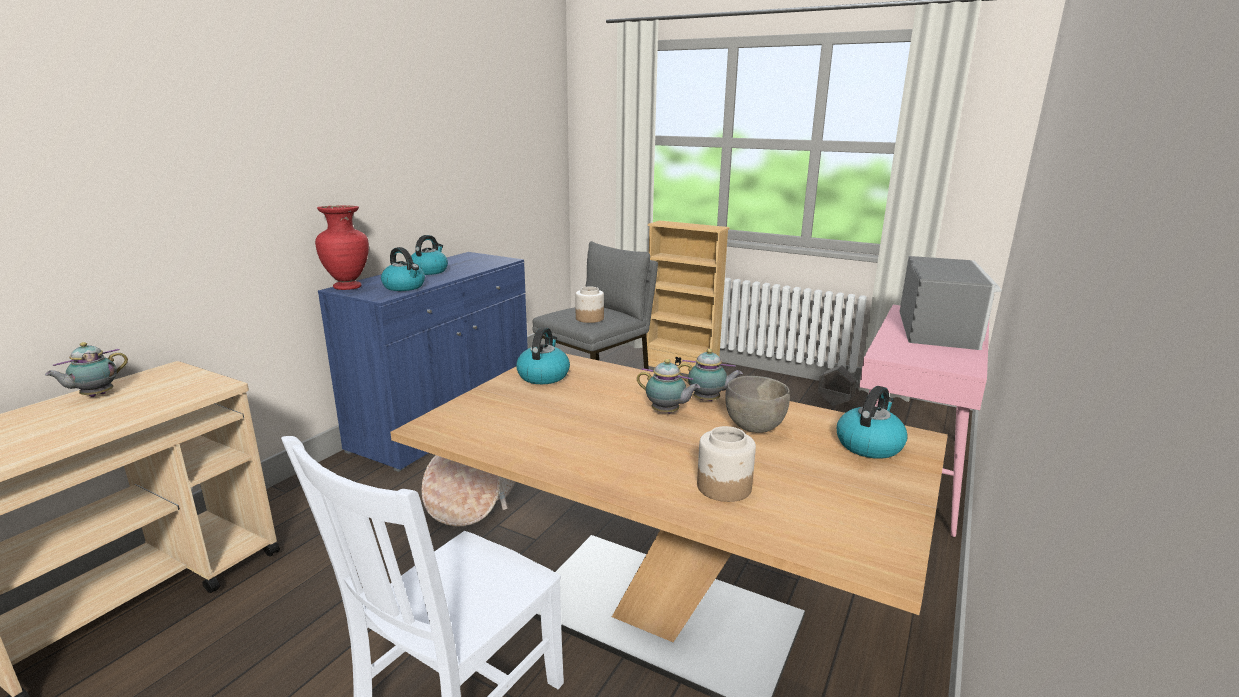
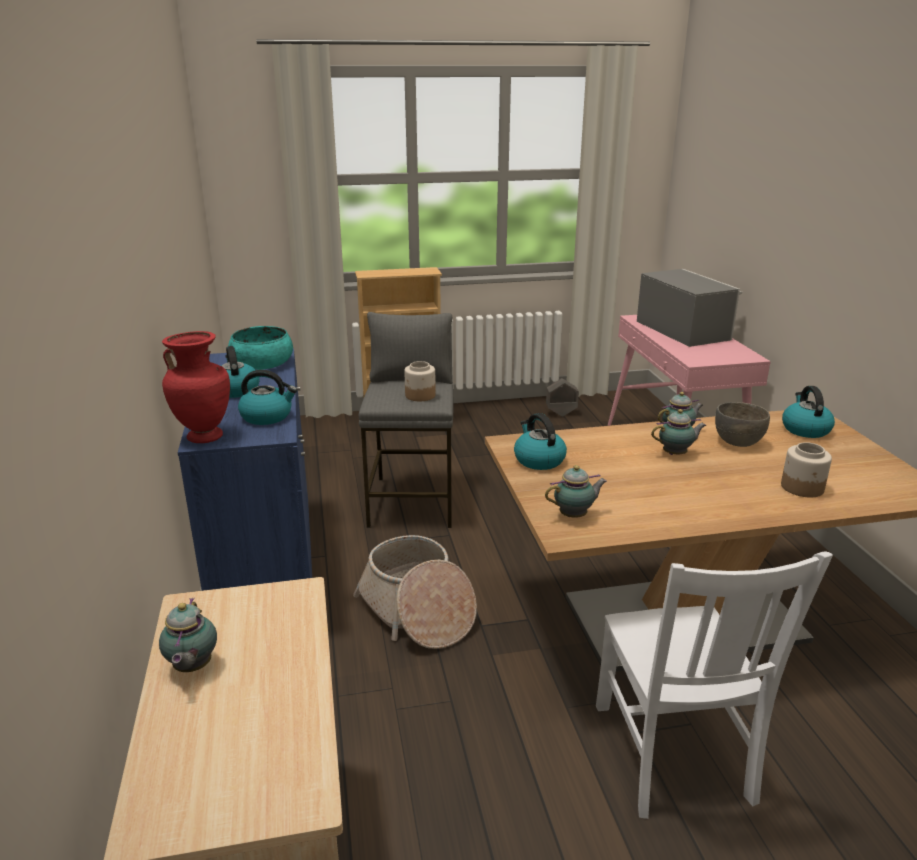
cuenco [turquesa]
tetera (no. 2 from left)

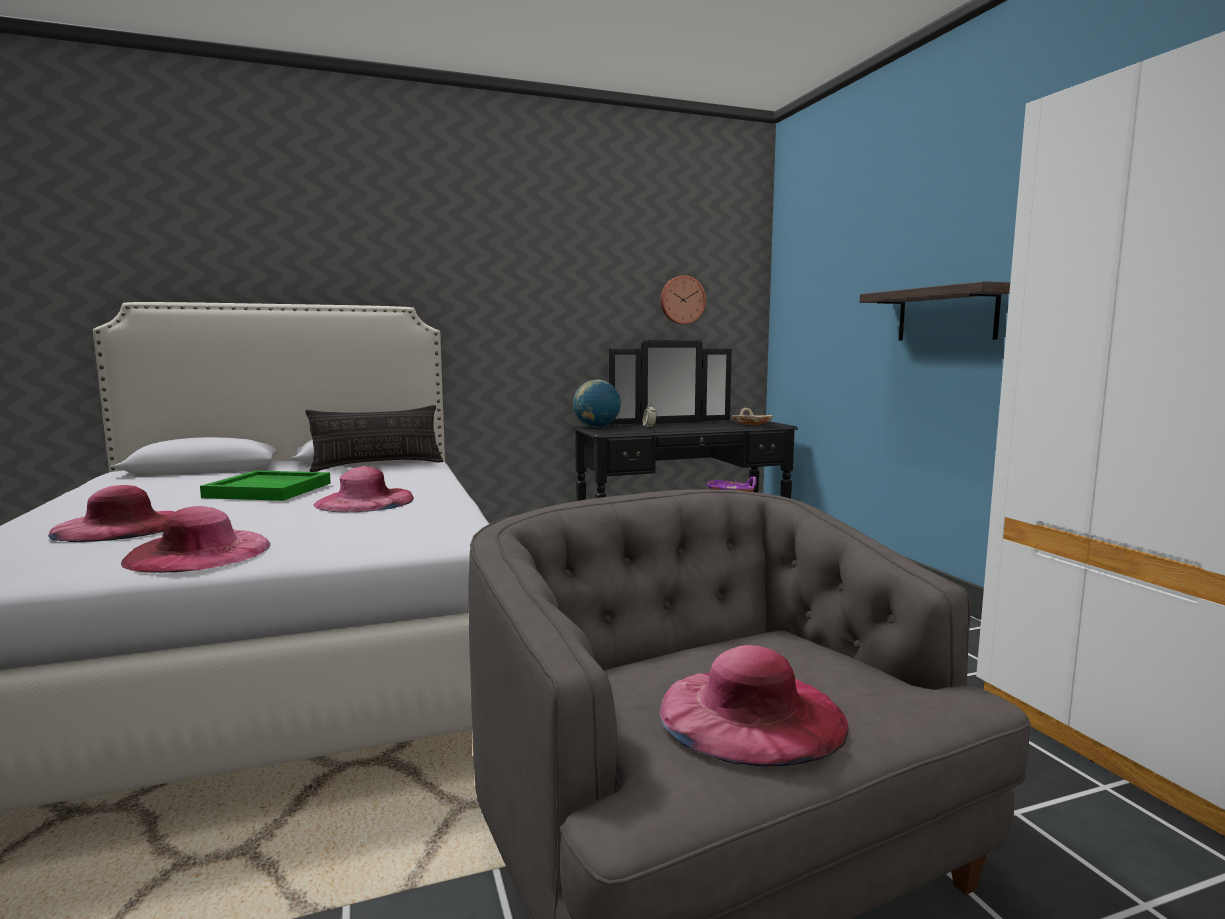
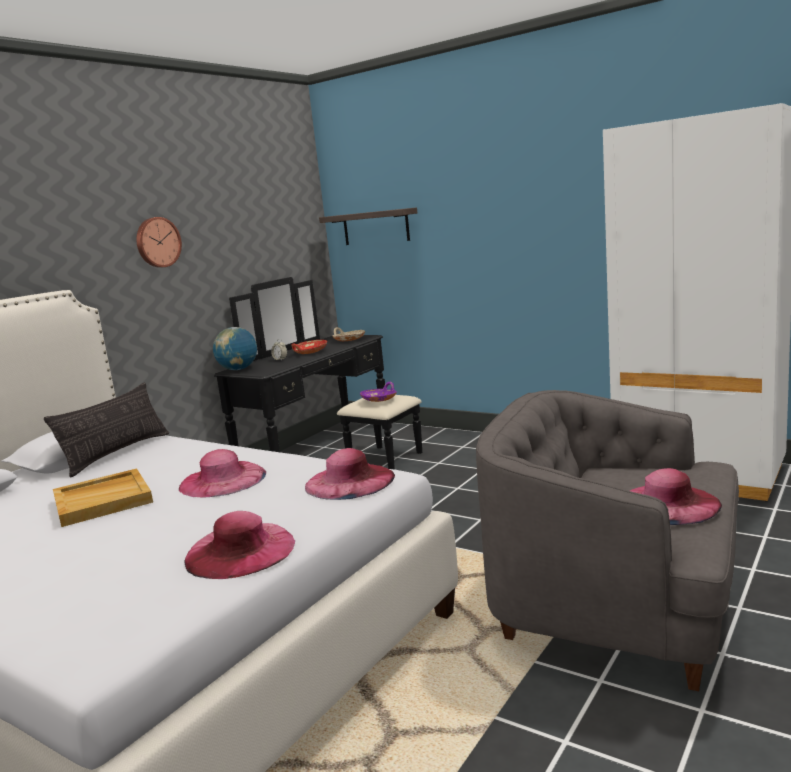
bandeja [beis]
reloj de pared
cuenco [rojo]
sombrero [rosa] (no. 3 from left)
estante

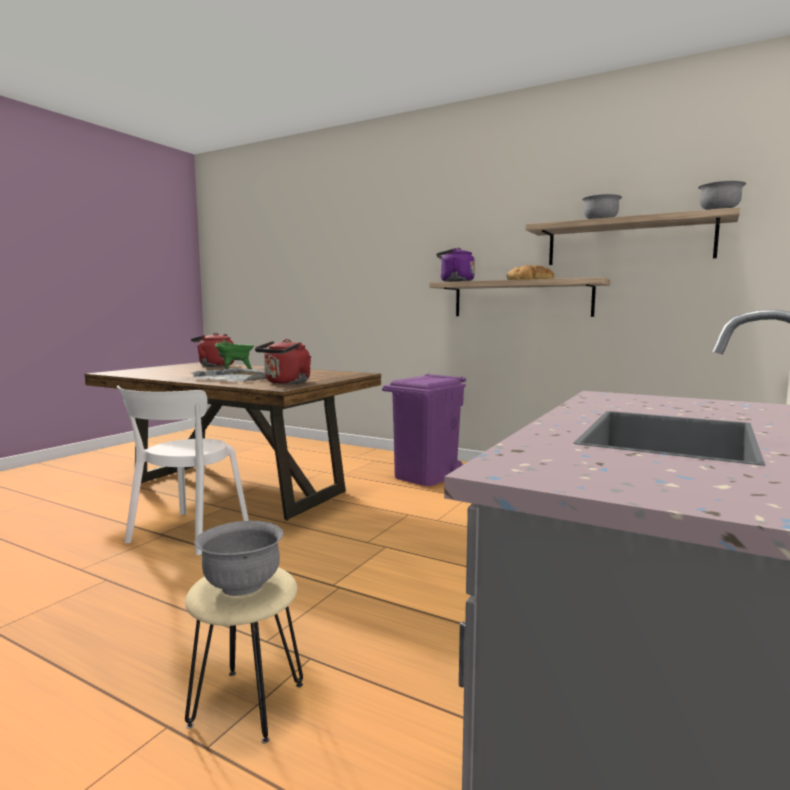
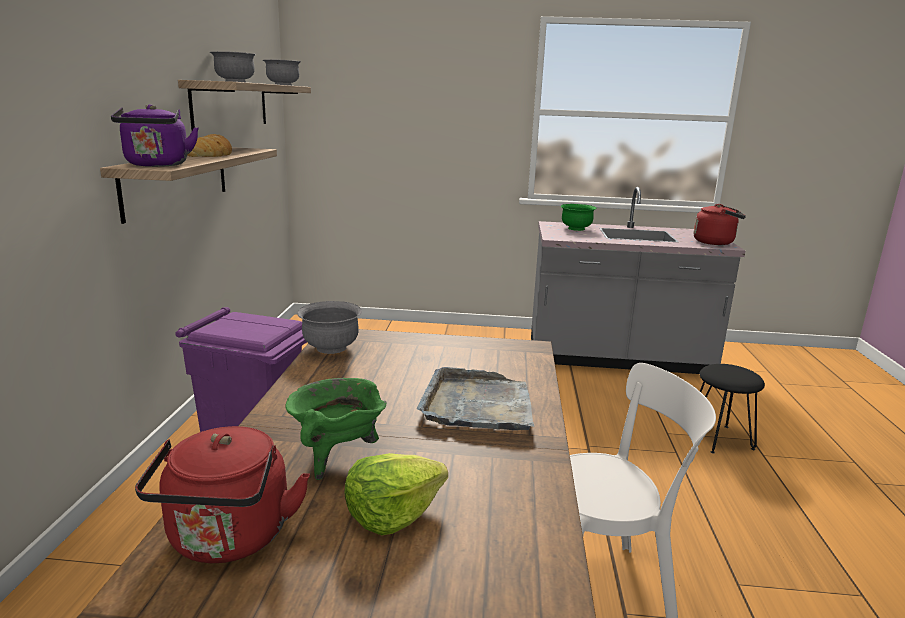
cuenco [gris] (no. 3 from left)
lechuga
cuenco [verde]
hervidor [rojo] (no. 2 from left)
taburete [negro]

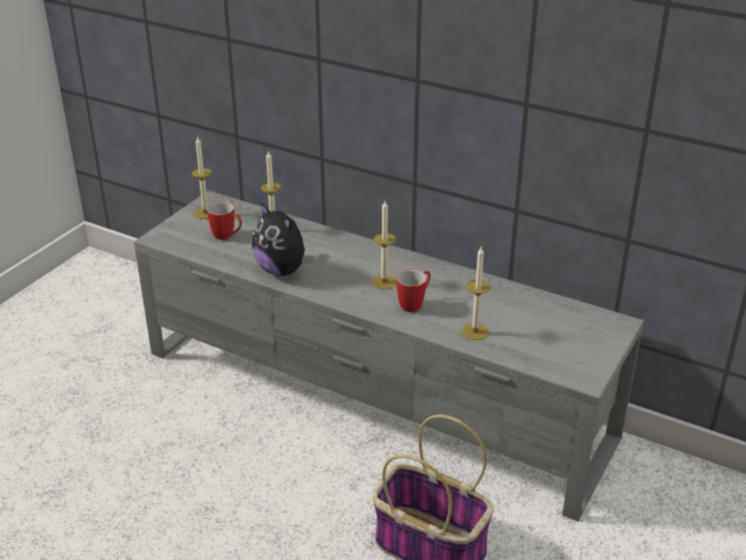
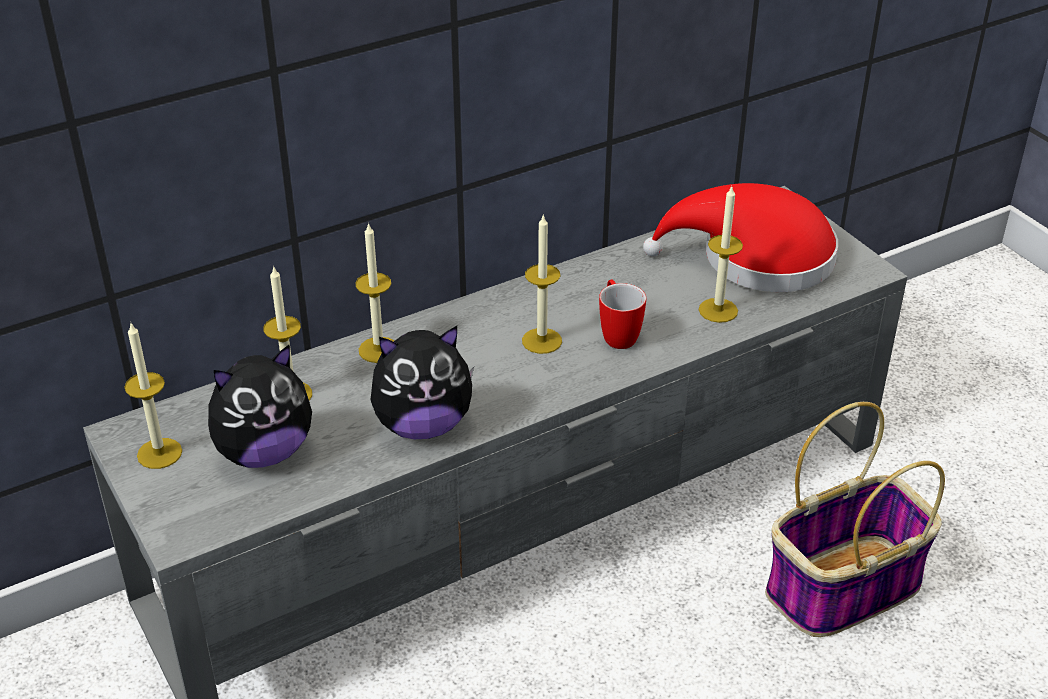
peluche (no. 1 from left)
vela (no. 3 from left)
sombrero [rojo]

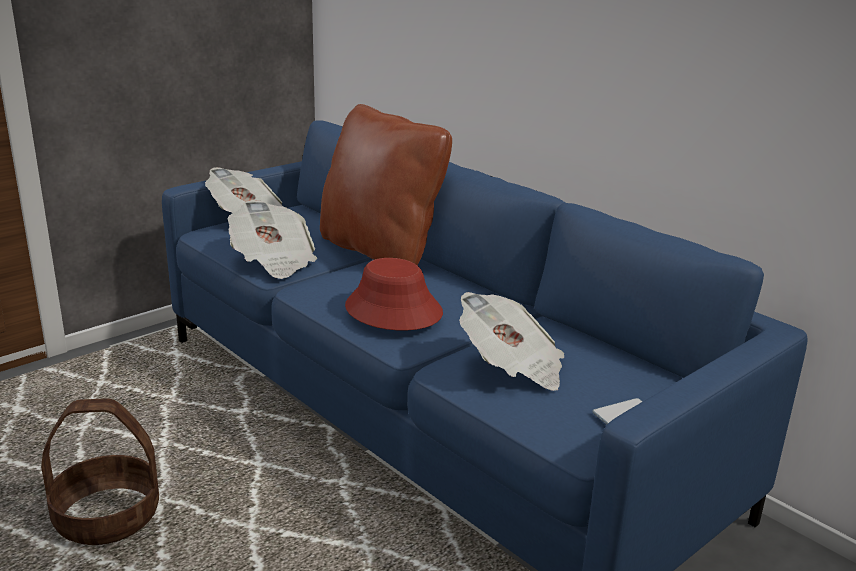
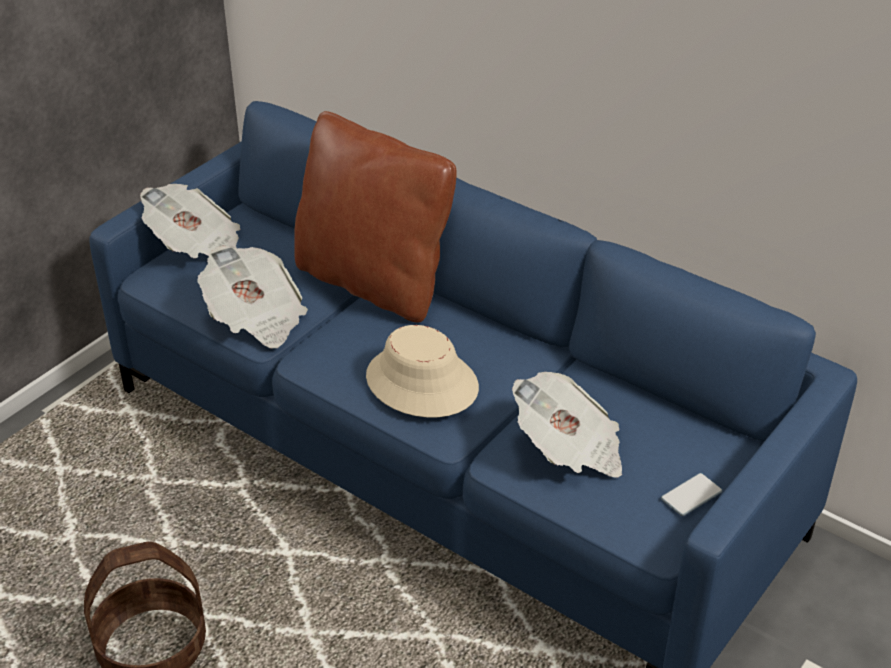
sombrero [beis]

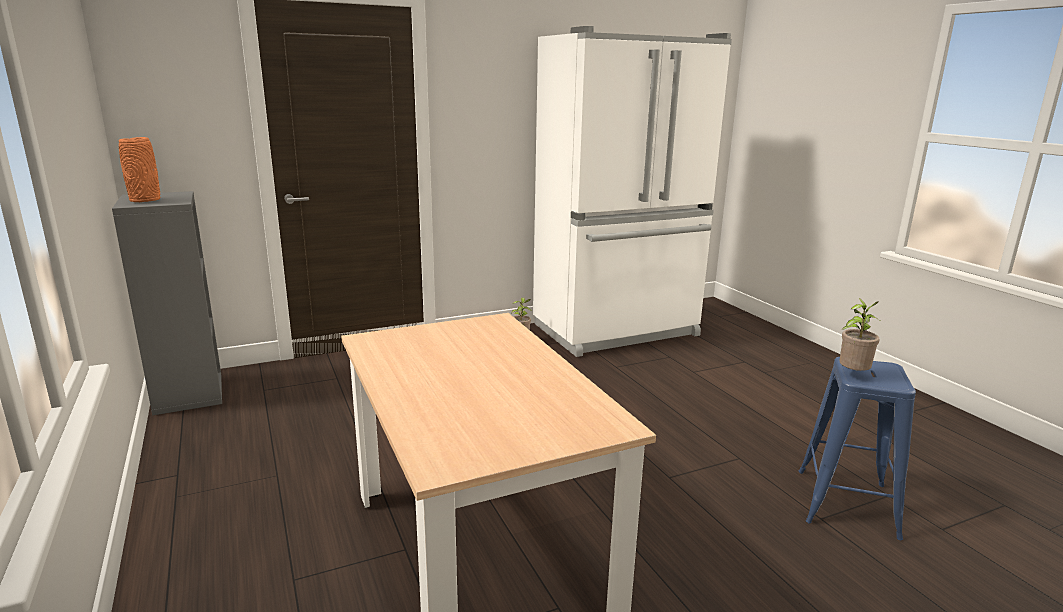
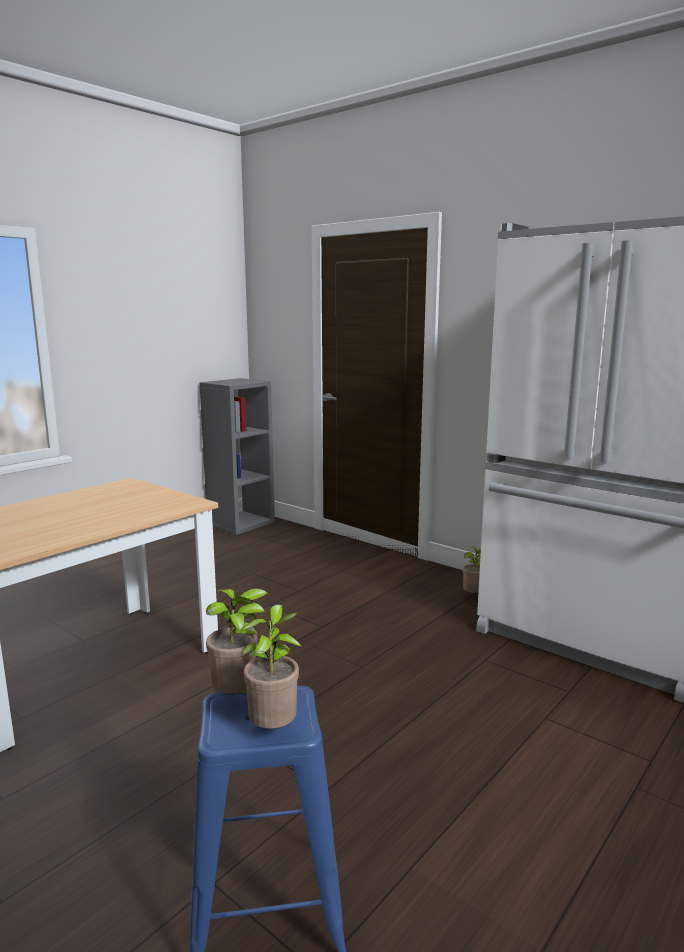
planta en maceta (no. 2 from left)
florero [naranja]

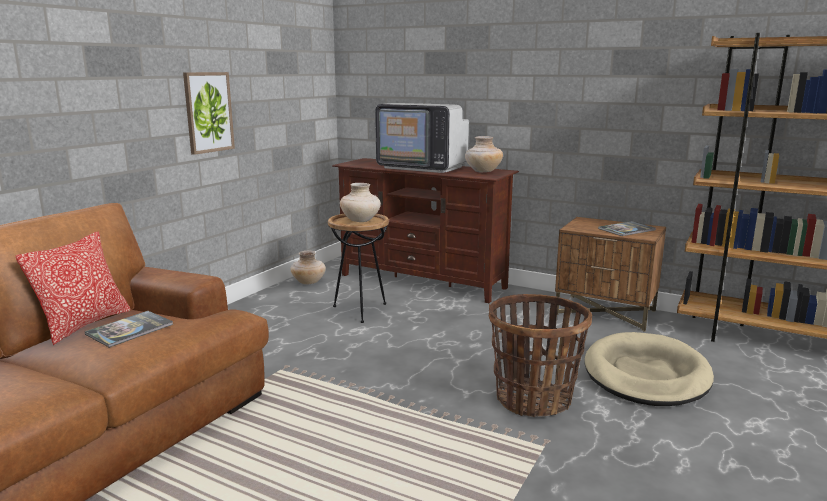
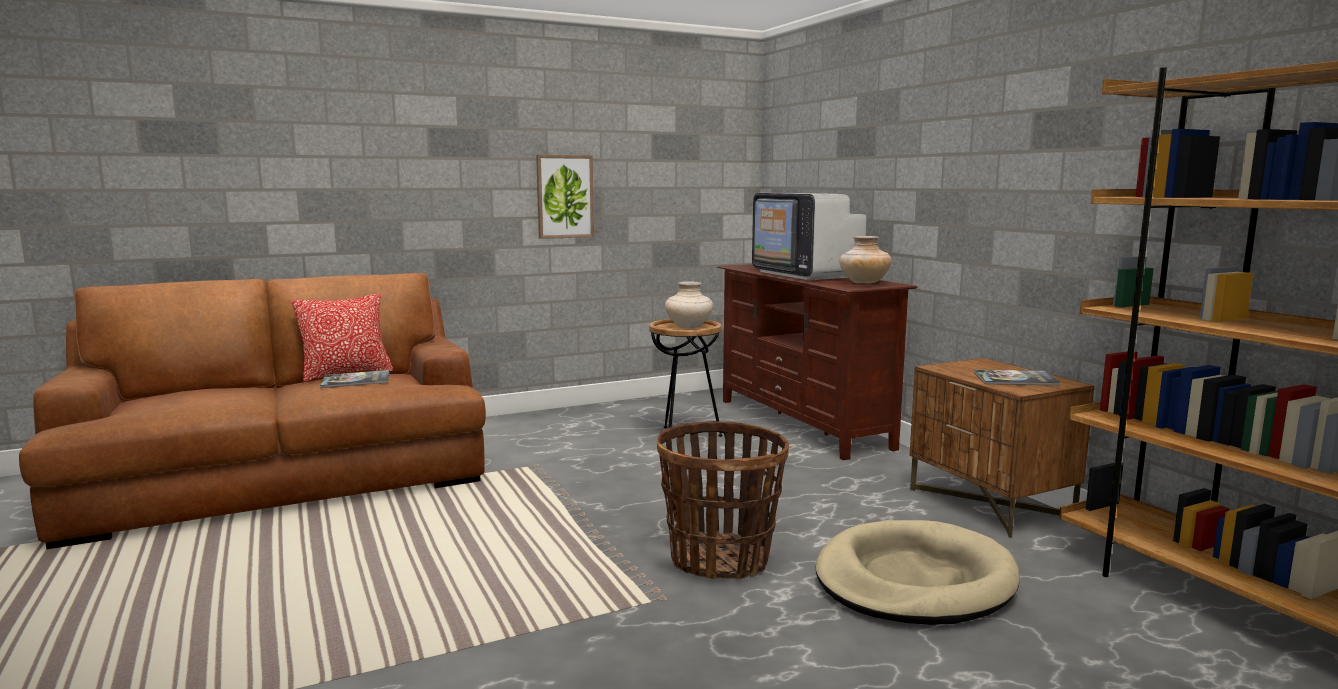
florero [beis] (no. 1 from left in the first image)

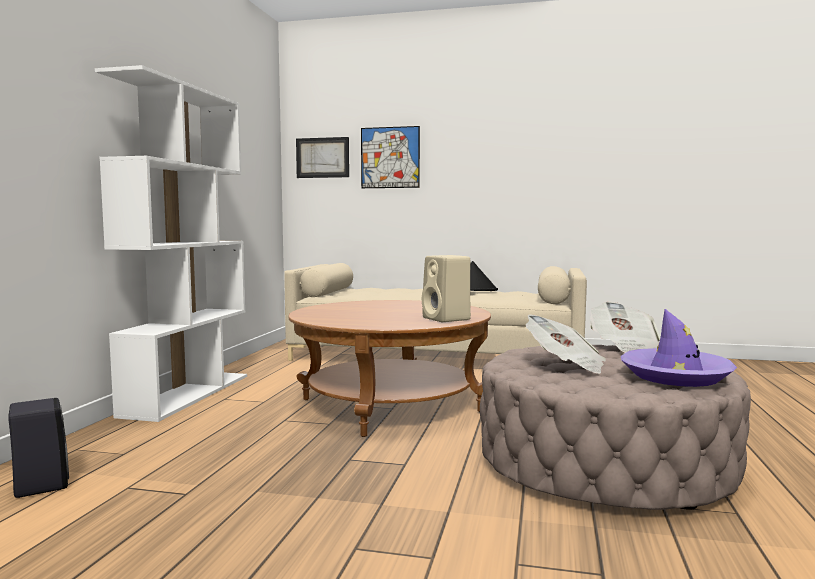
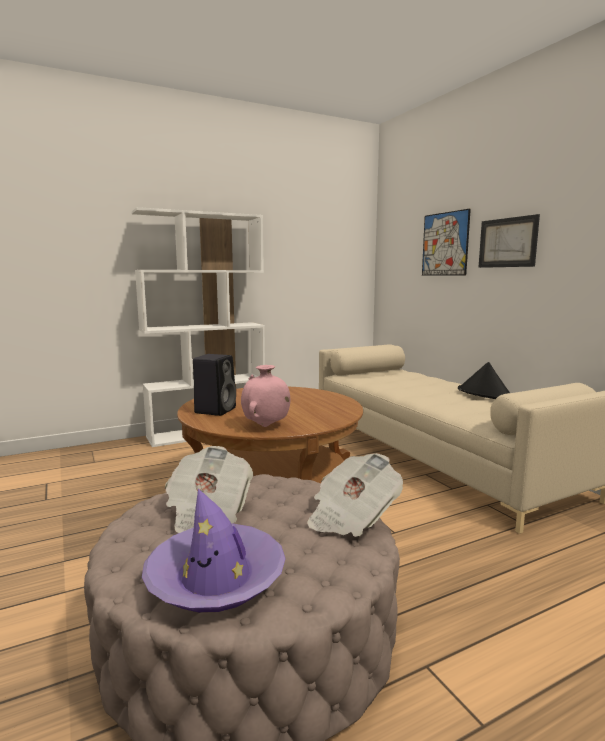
altavoz [negro]
florero [rosa]
cuadro (no. 2 from left)

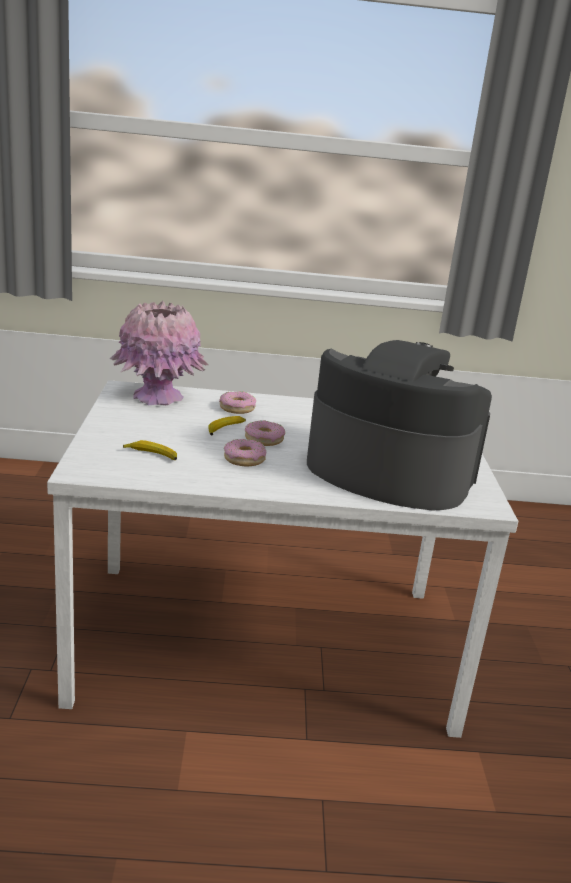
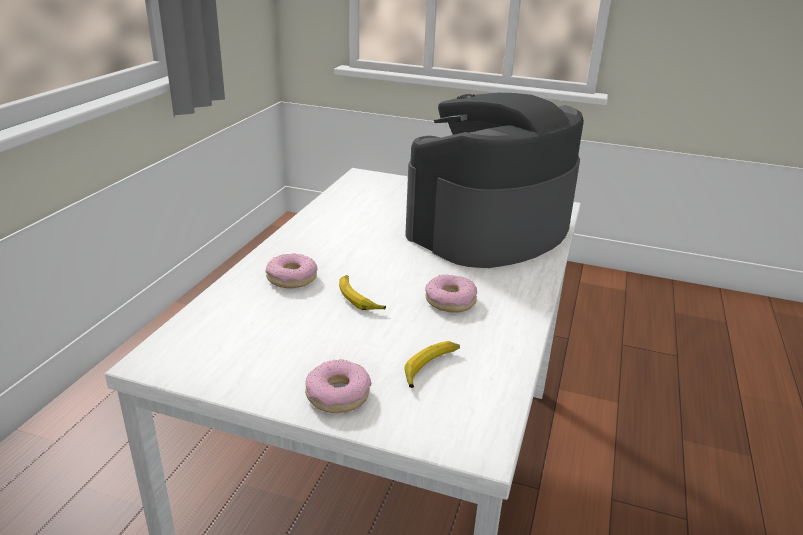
rosquilla (no. 2 from left)
florero [rosa]

